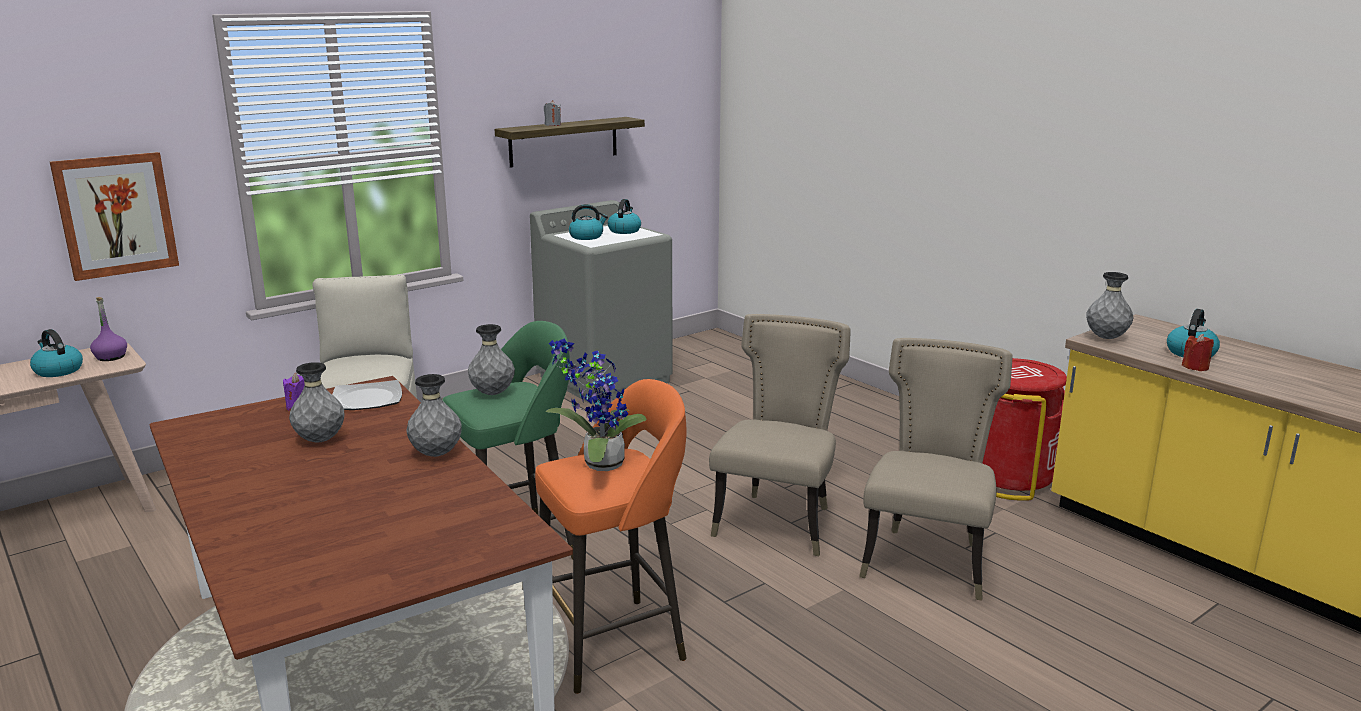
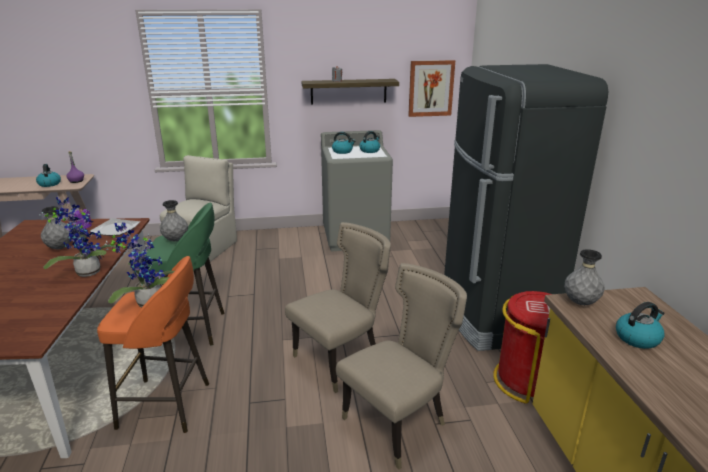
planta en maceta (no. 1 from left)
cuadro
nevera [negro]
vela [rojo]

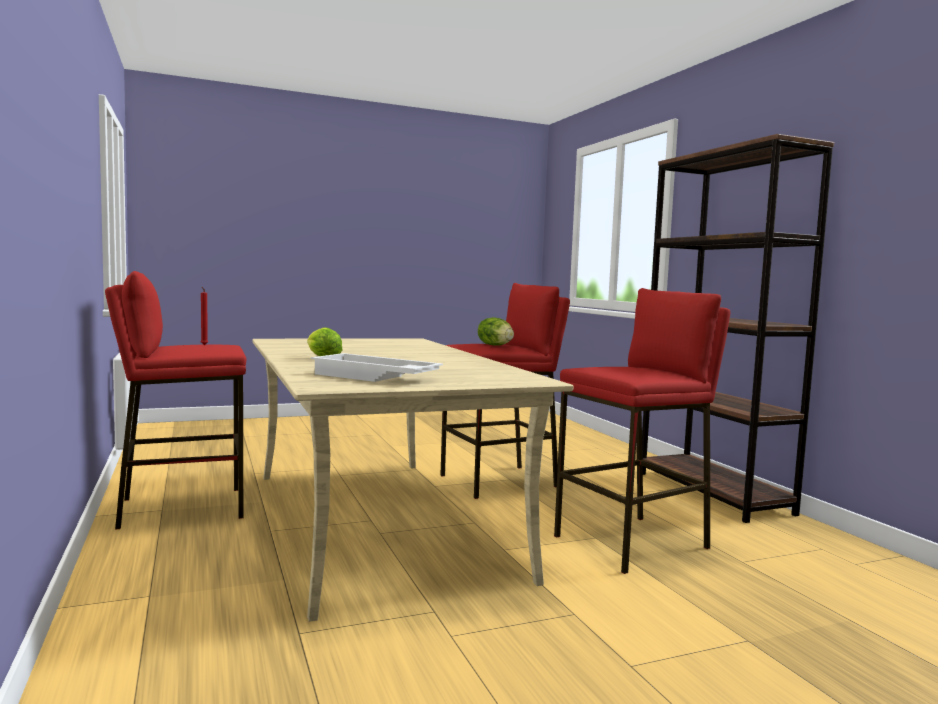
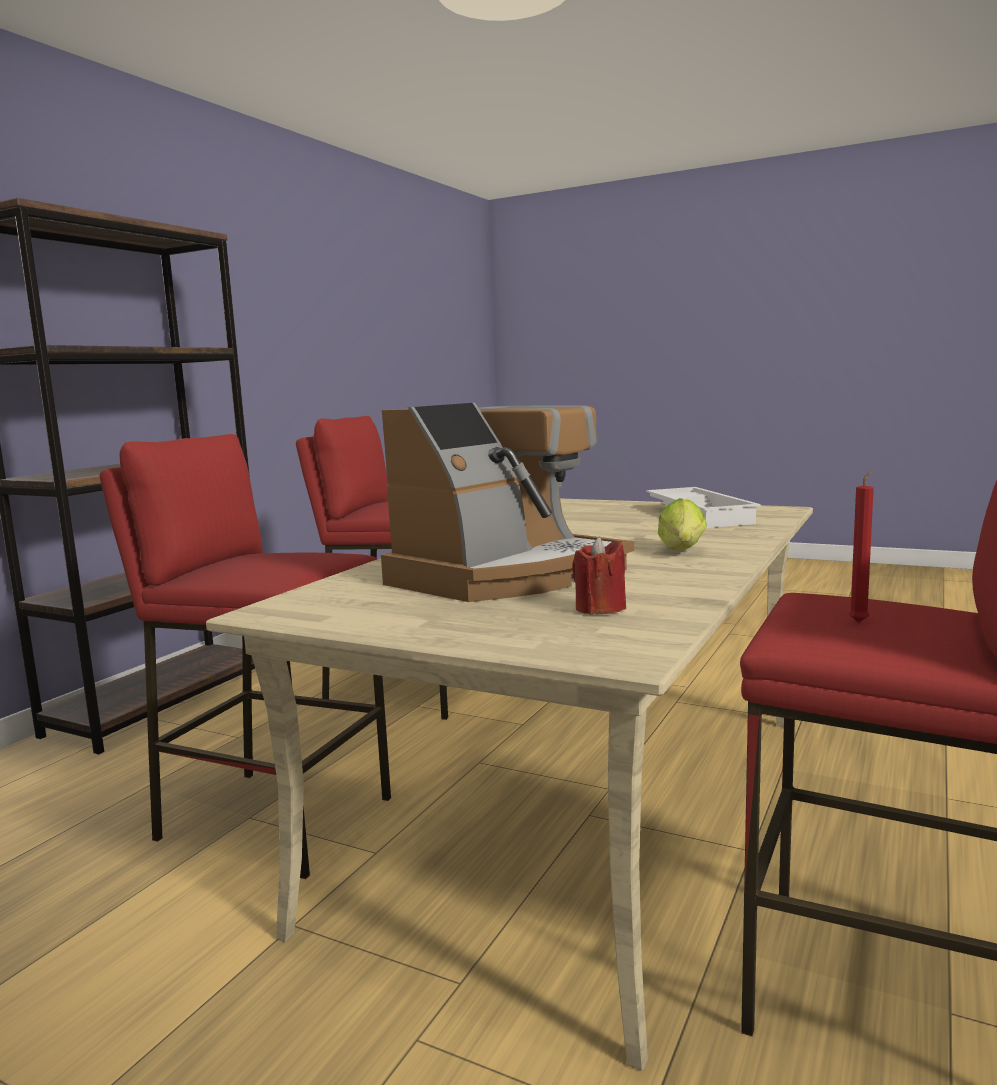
cafetera
vela [rojo] (no. 1 from left)
lechuga (no. 2 from left in the first image)

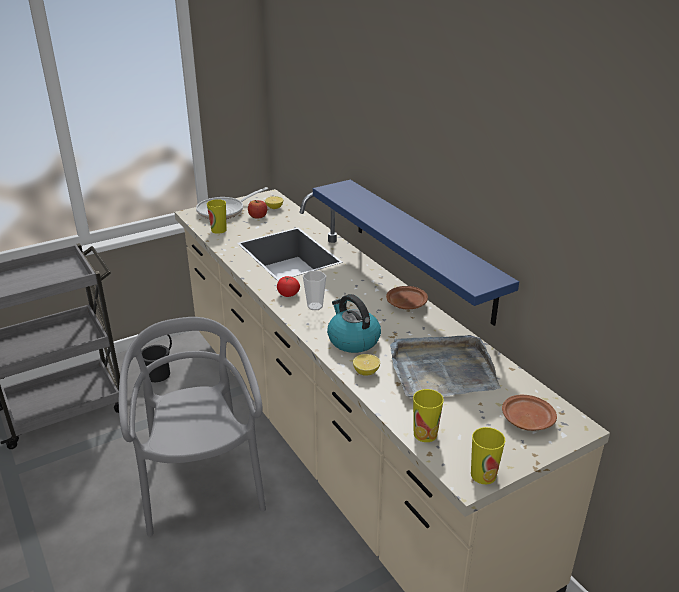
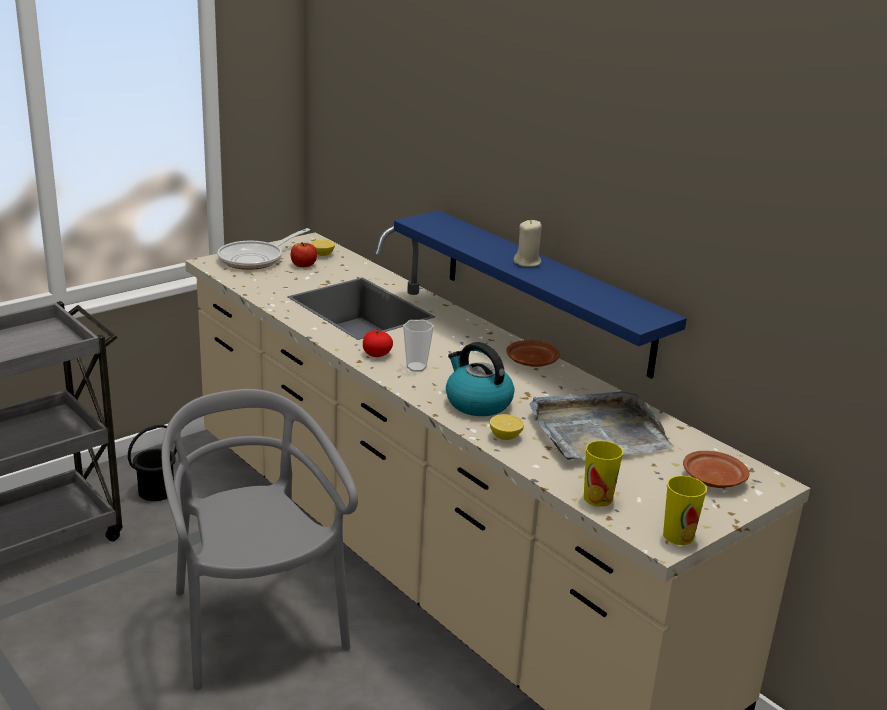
vela [beis]
taza (no. 1 from left in the first image)

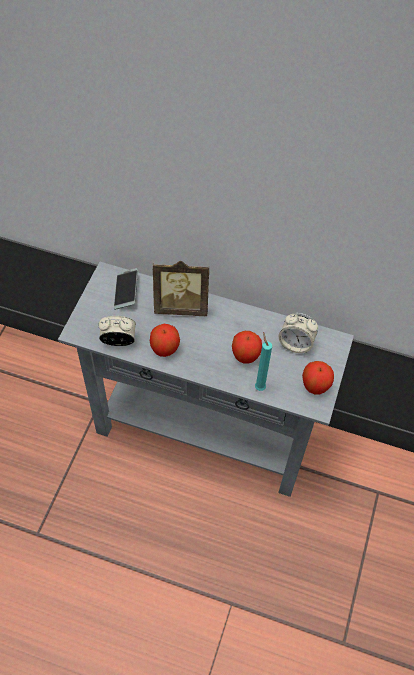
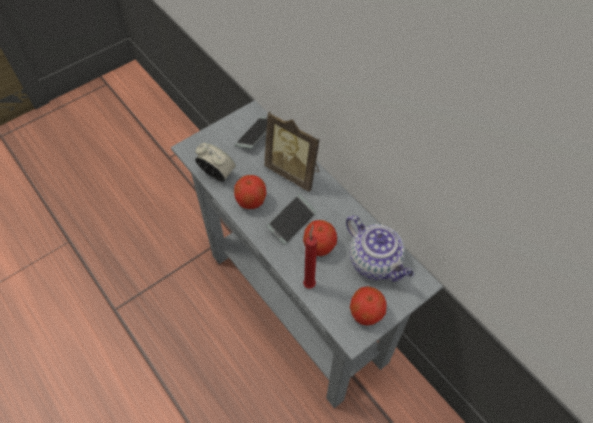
móvil (no. 2 from left)
vela [rojo]
tetera

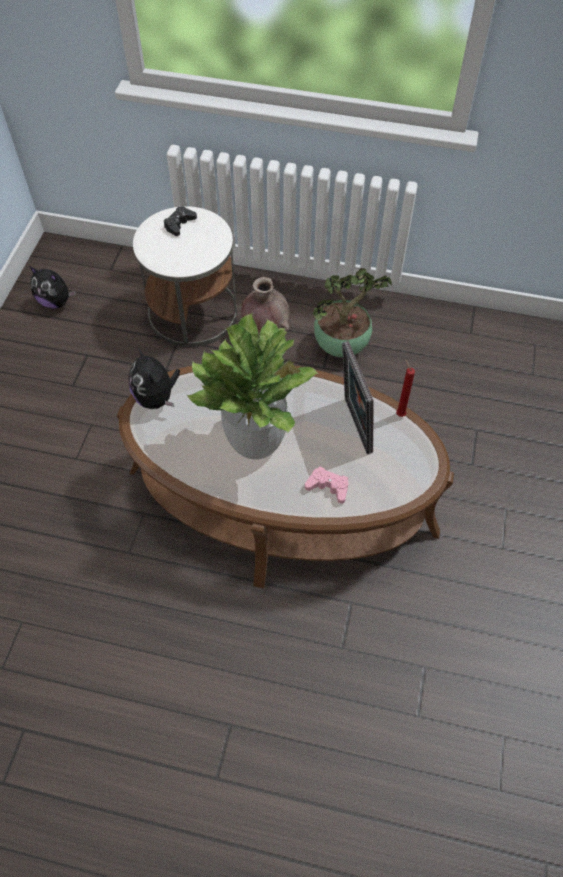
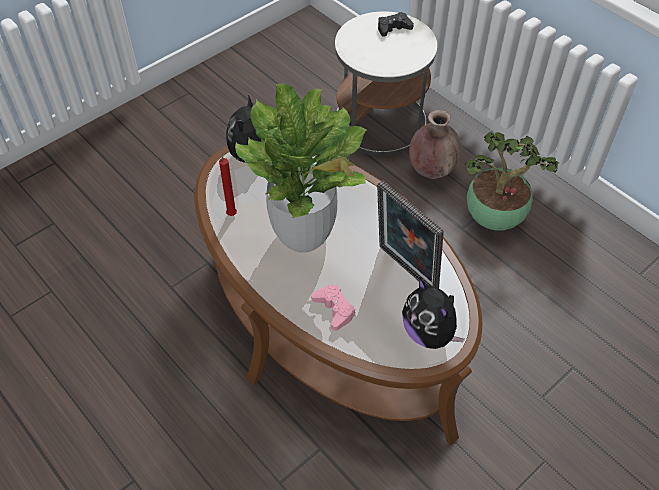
vela [rojo]
portarretratos
peluche (no. 2 from left)

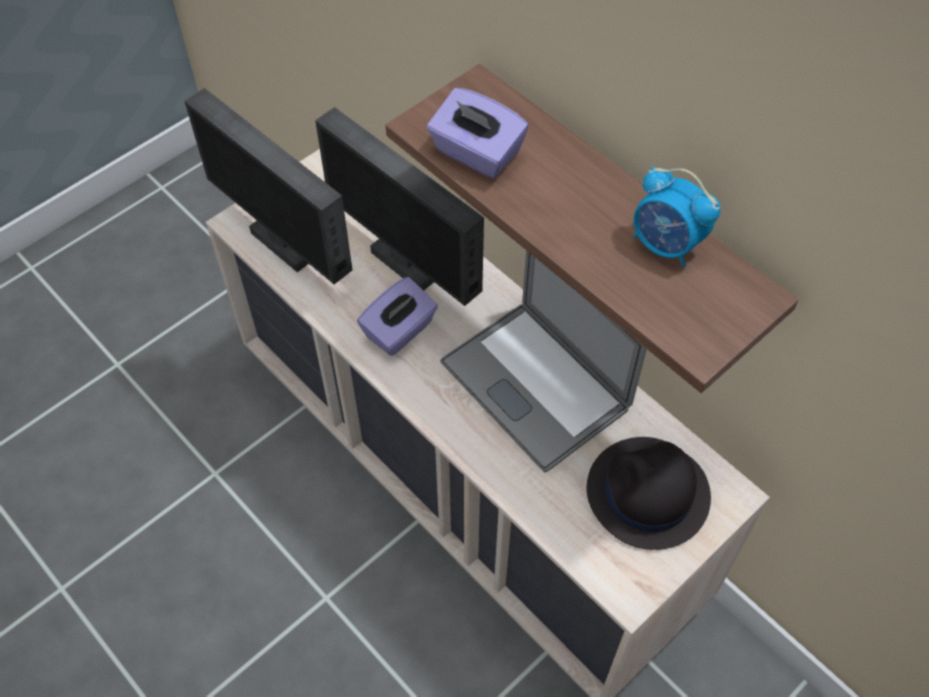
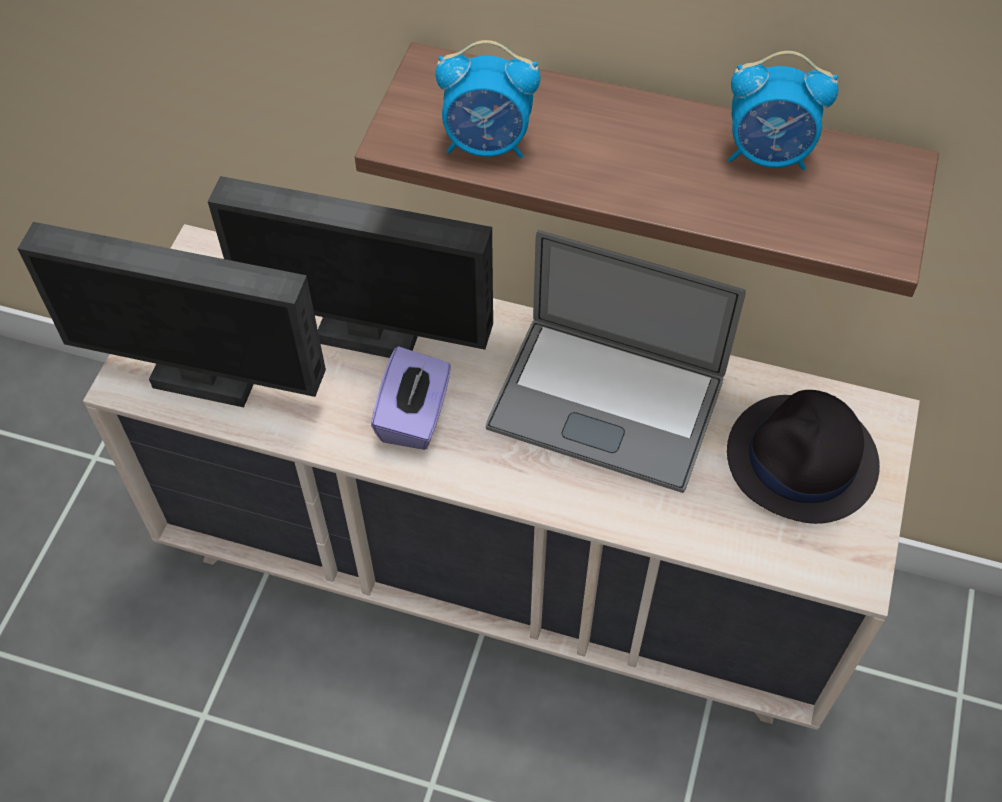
despertador (no. 1 from left)

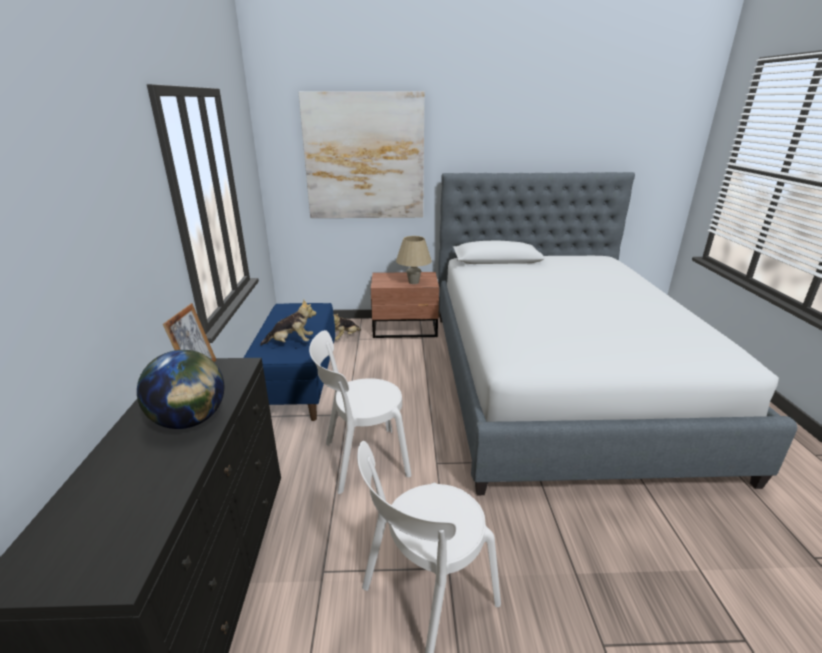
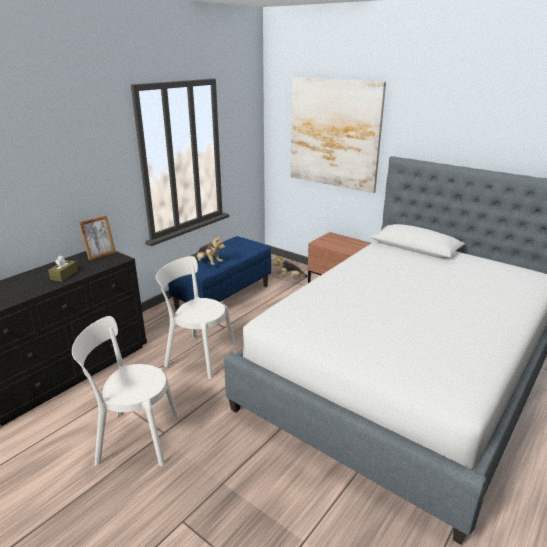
caja de pañuelos [marrón]
lámpara de mesa [beis]

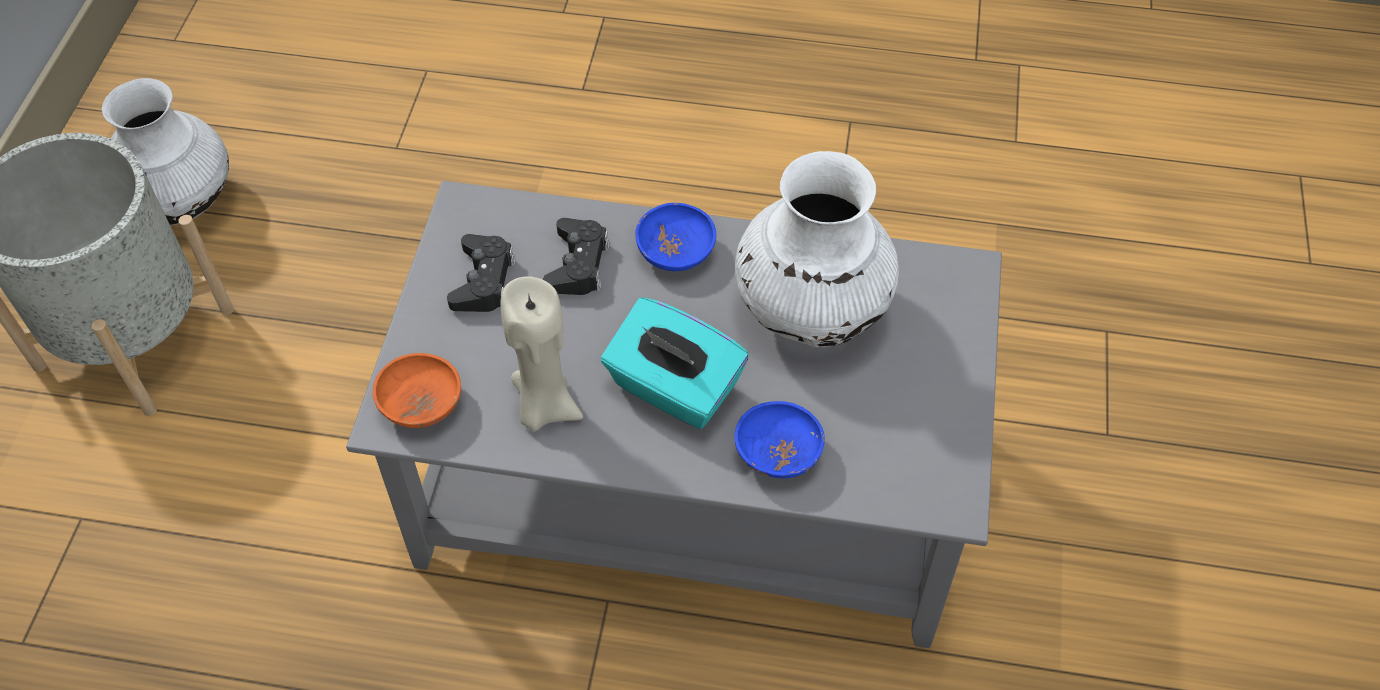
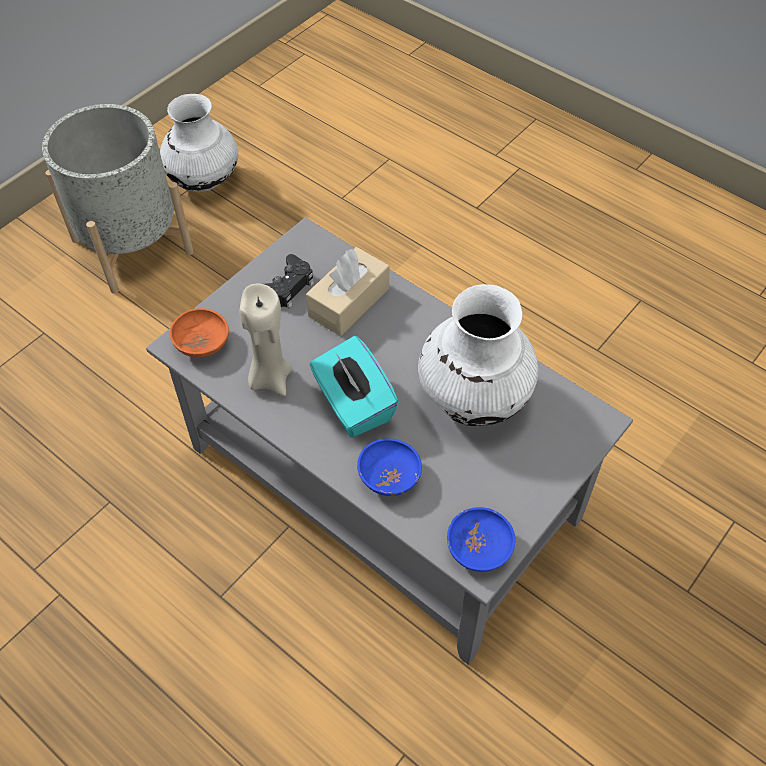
caja de pañuelos [beis]
cuenco [azul] (no. 2 from left)

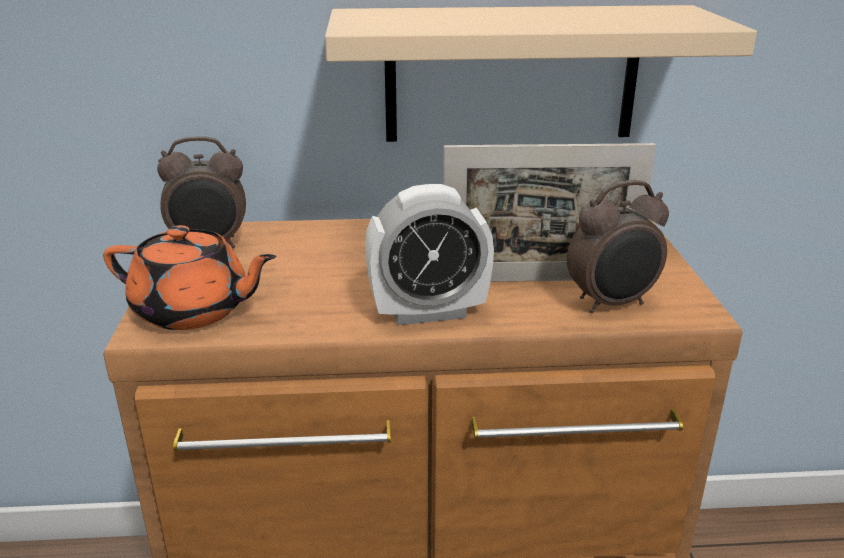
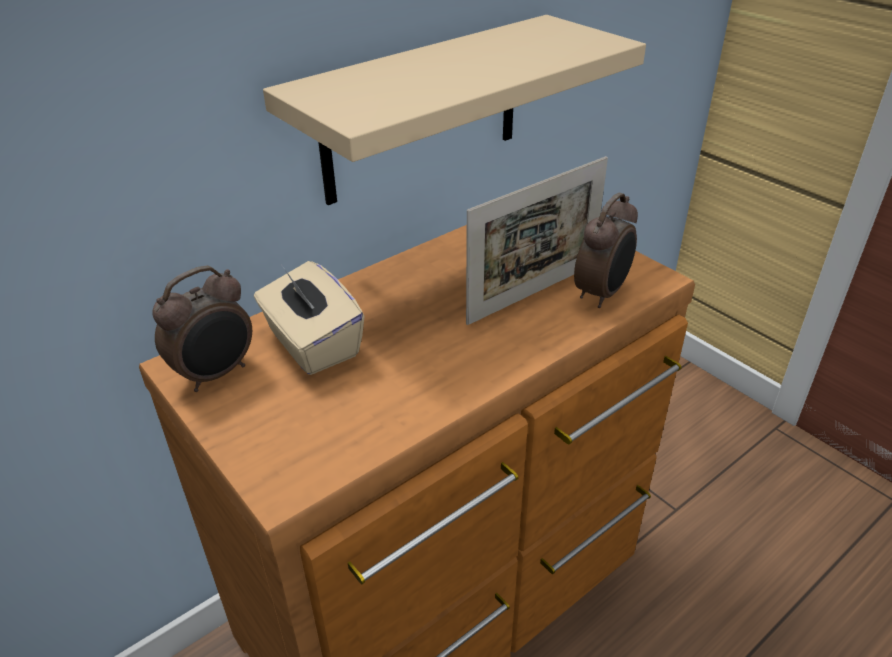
caja de pañuelos [beis]
tetera [naranja]
despertador (no. 2 from left in the first image)

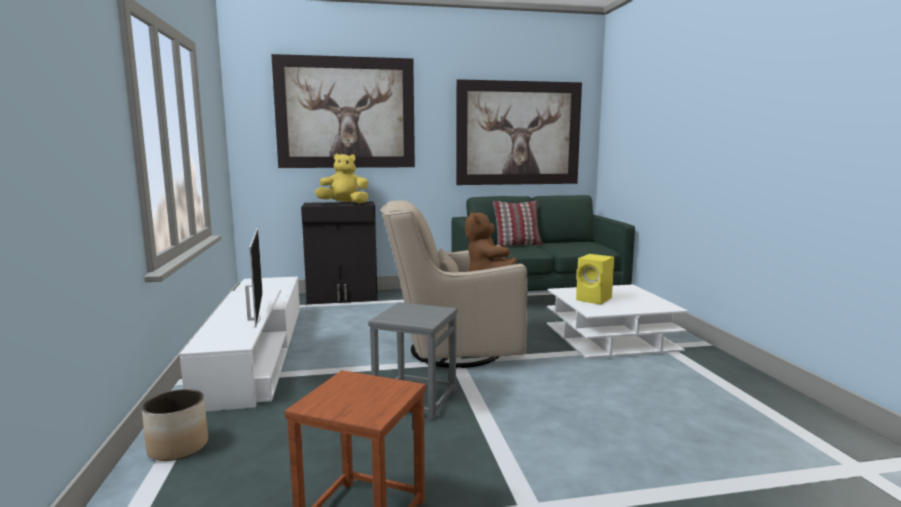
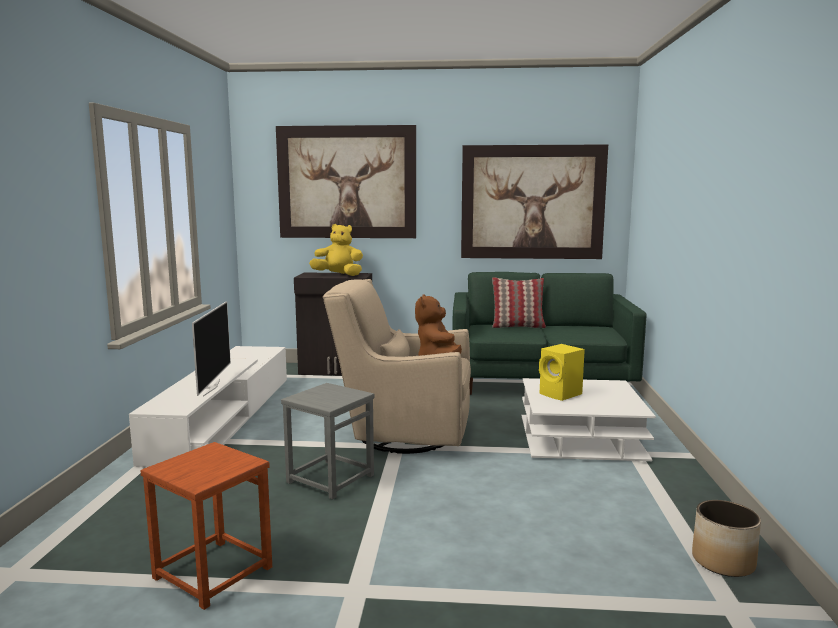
maceta

